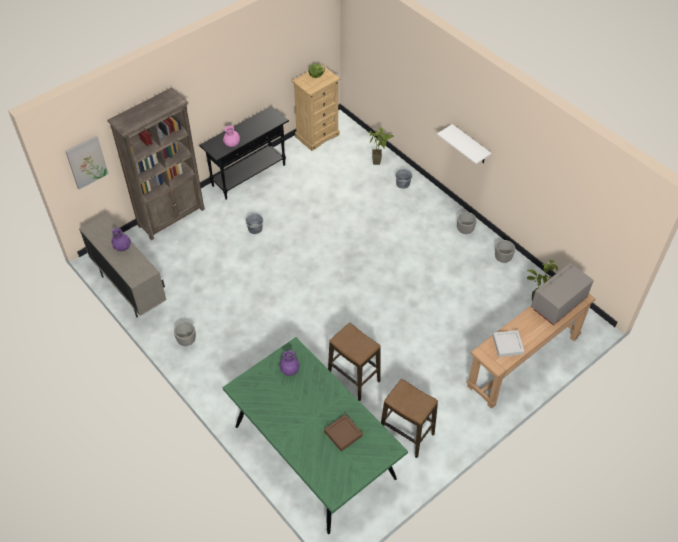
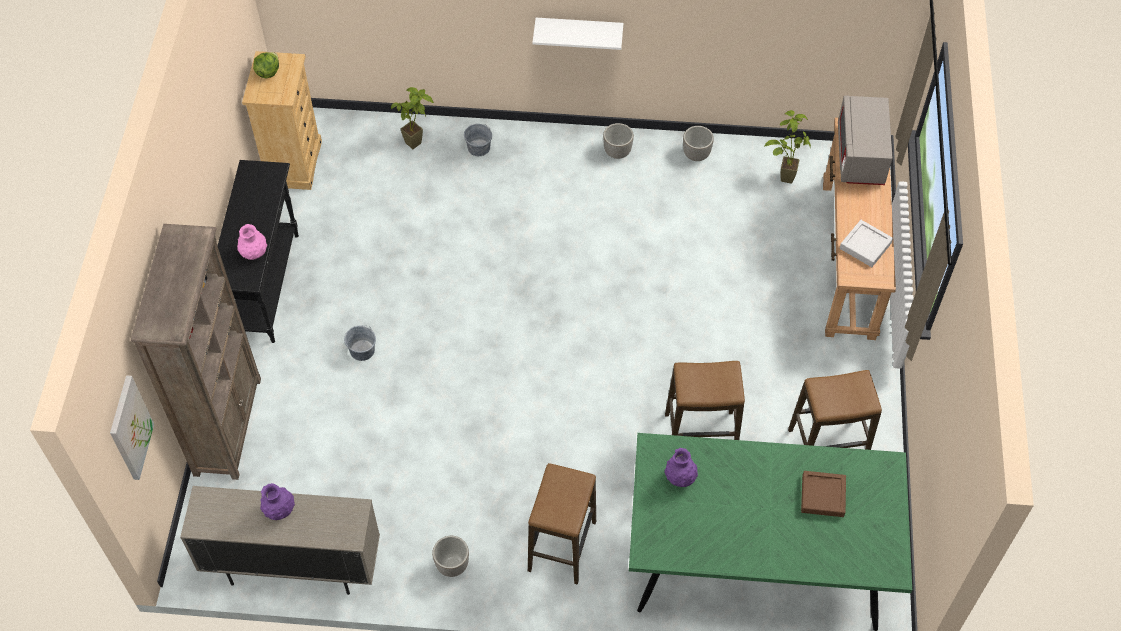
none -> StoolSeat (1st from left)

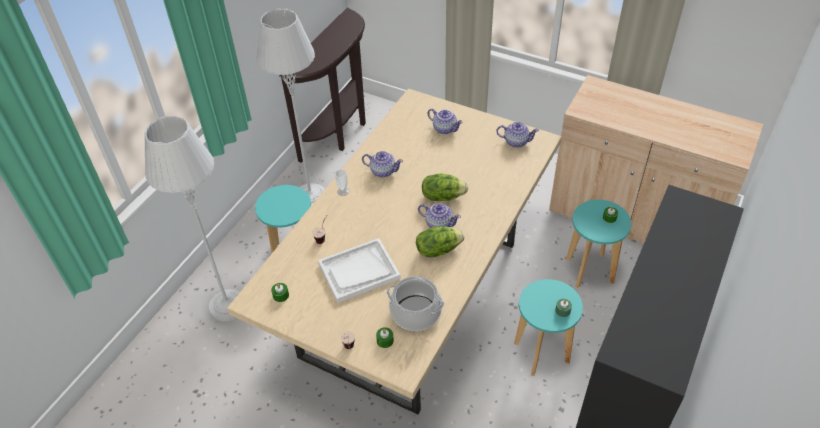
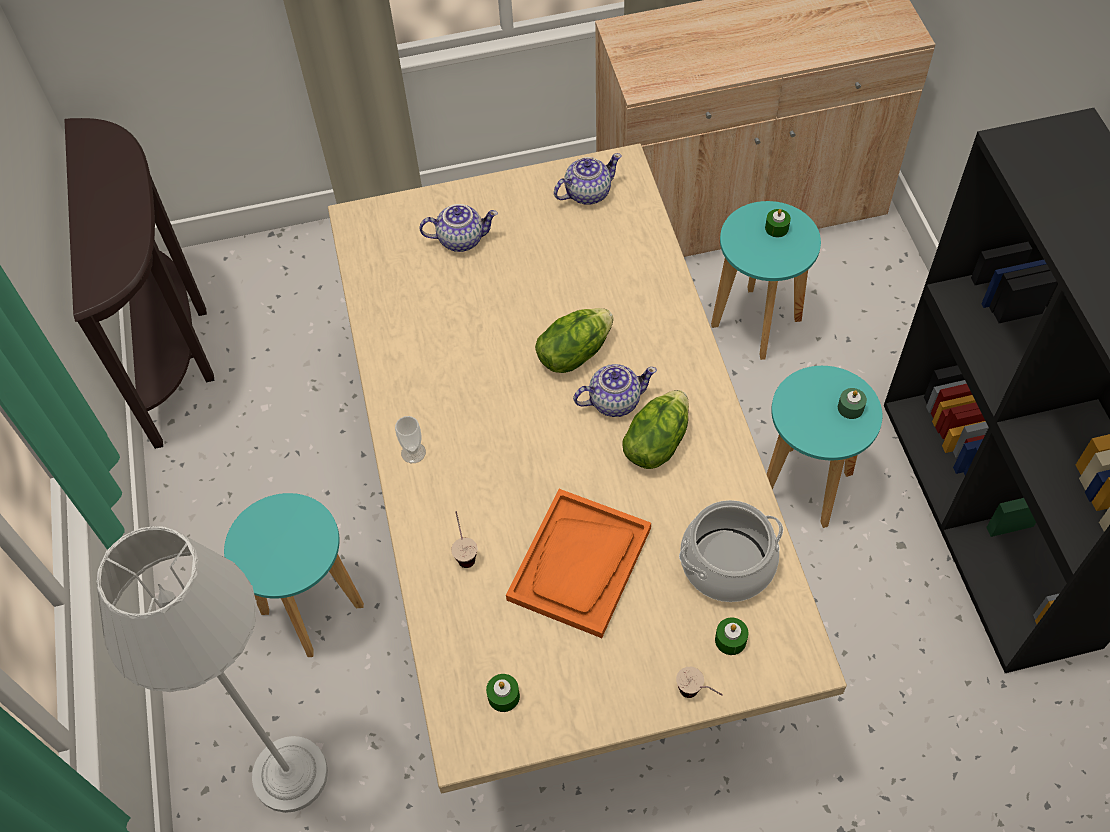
GreyishFloorLamp (2nd from left) -> none
Teapot (1st from left) -> none
WhiteServingTray -> OrangeColouredServingTray

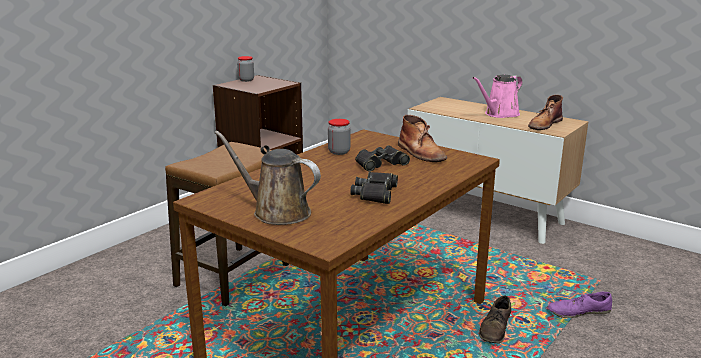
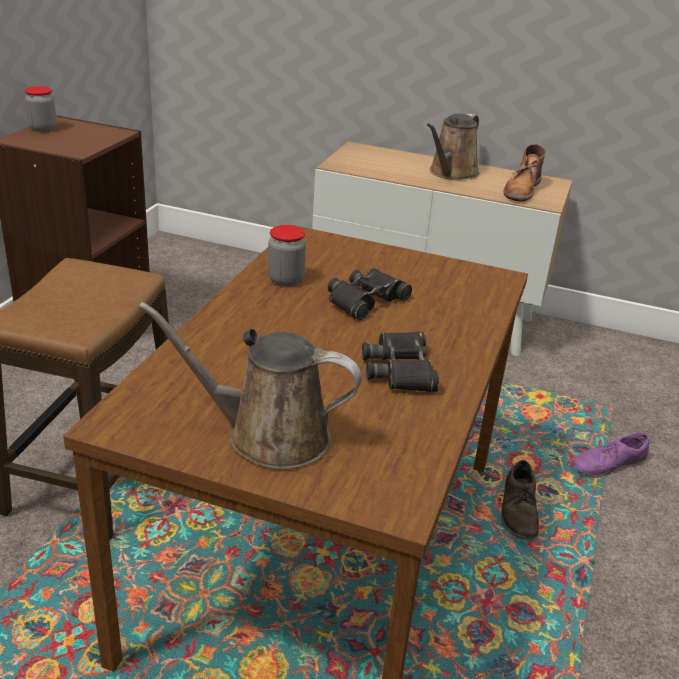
PinkSprinklingCan -> BrownColouredSprinklingCan (2nd from left)
BrownColouredBoot (1st from left) -> none

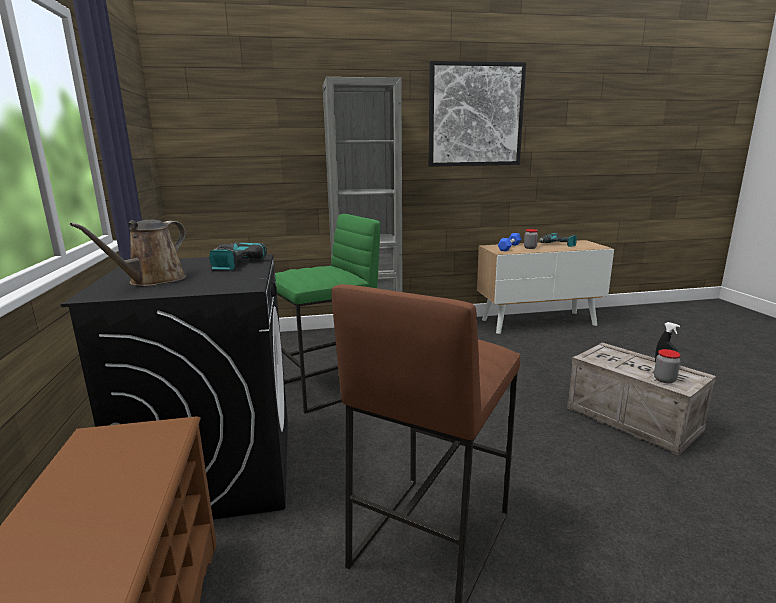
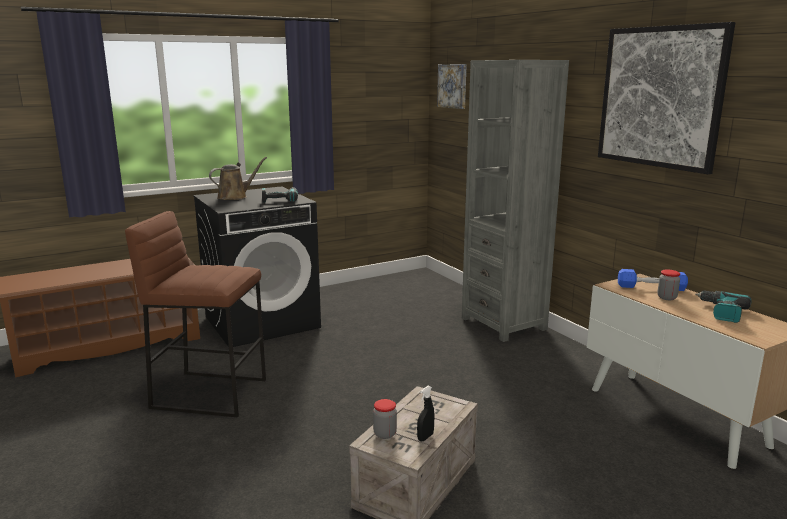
GreenColouredStoolSeat -> none
BrownColouredSprinklingCan, 135 degrees clockwise
none -> WallArt (1st from left)

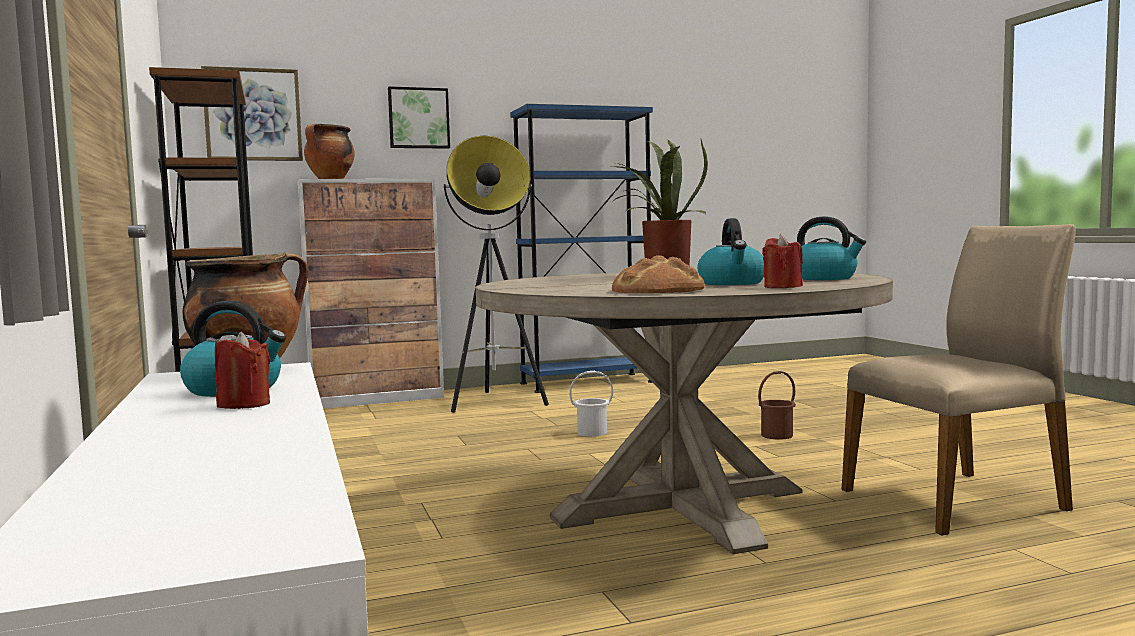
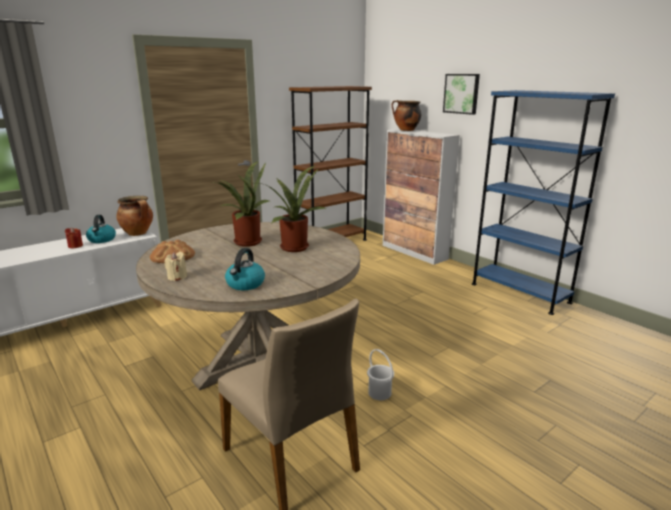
WallArt (1st from left) -> none
FloorLamp -> none
WaterKettle (2nd from left) -> none
ReddishWaxLight (2nd from left) -> SandColouredWaxLight
WhiteBucket, move
BrownColouredBucket -> none
none -> PlantInAPot (1st from left)

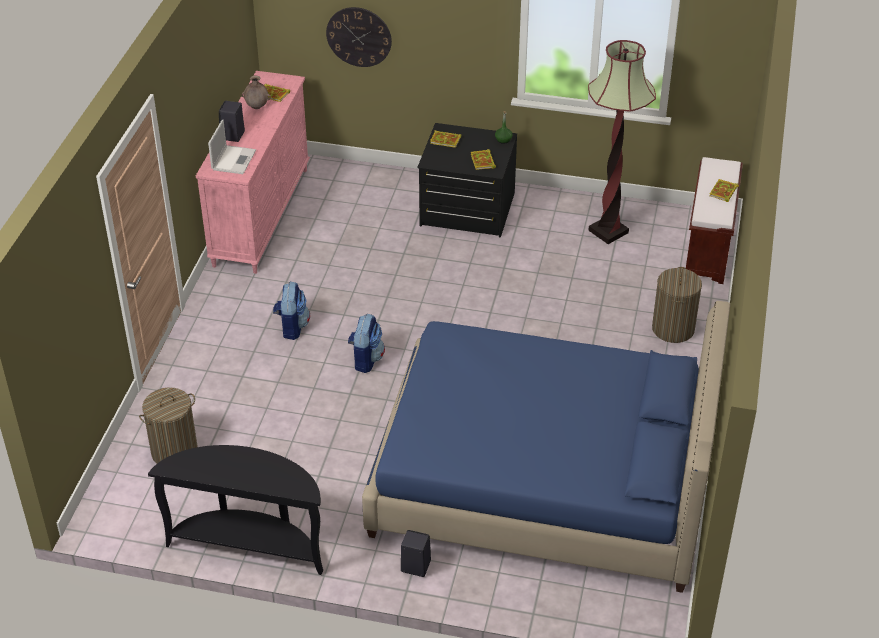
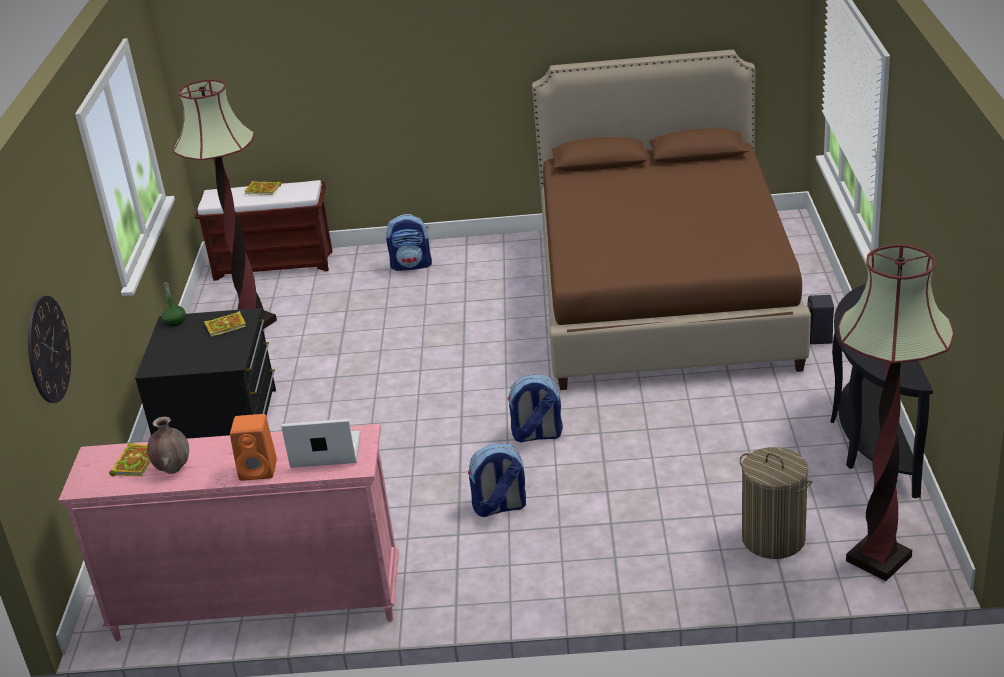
BlackColouredSpeaker (1st from left) -> OrangeColouredSpeaker
Volume (2nd from left) -> none
Hamper (2nd from left) -> Rucksack (1st from left)
BlueColouredBedroomBed -> BrownColouredBedroomBed
none -> FloorLamp (2nd from left)

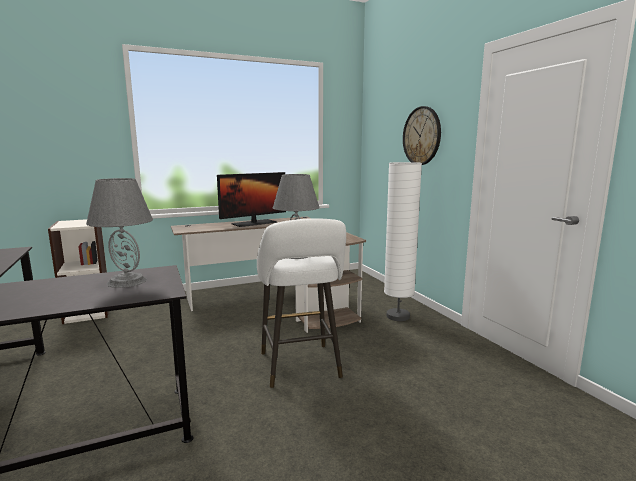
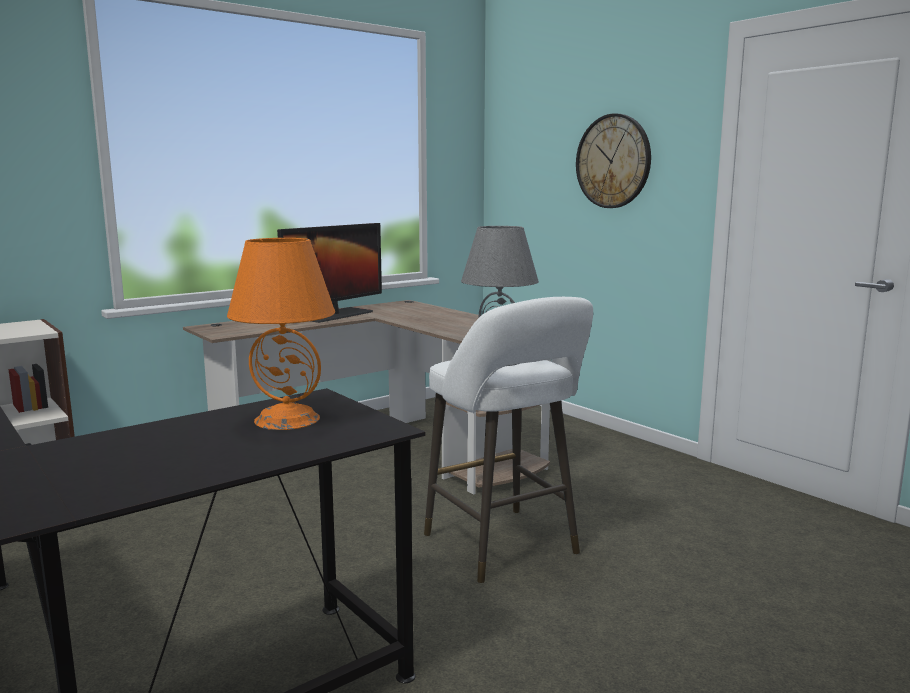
WhiteFloorLamp -> none
GreyishTabletopLamp (1st from left) -> OrangeColouredTabletopLamp

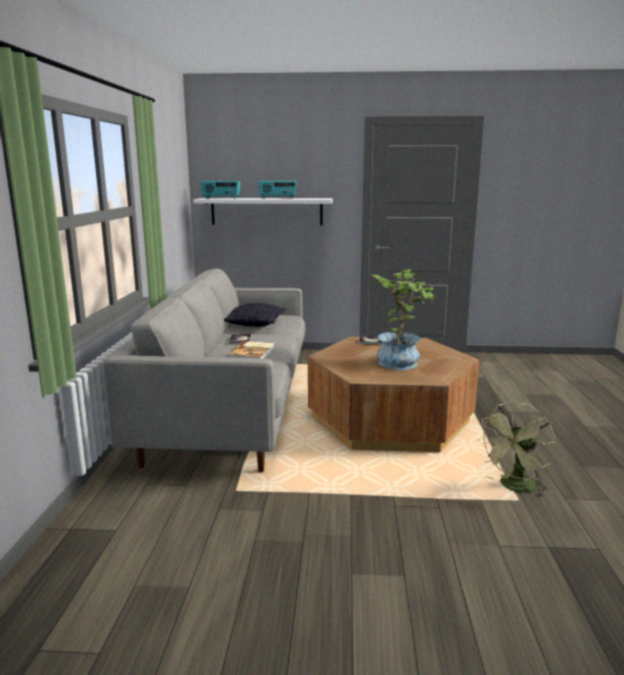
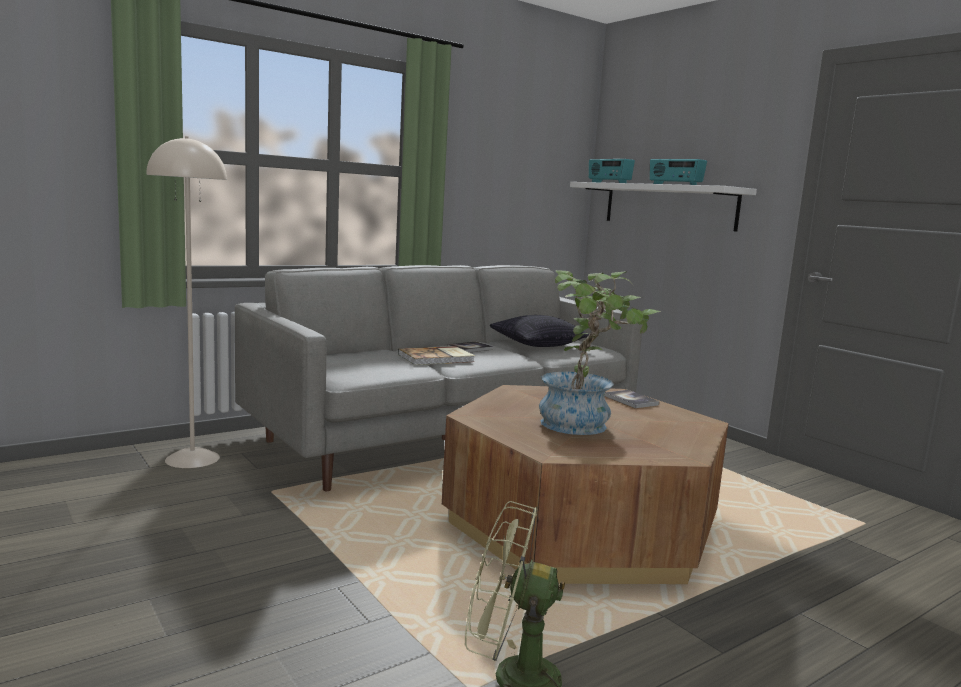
none -> SandColouredFloorLamp

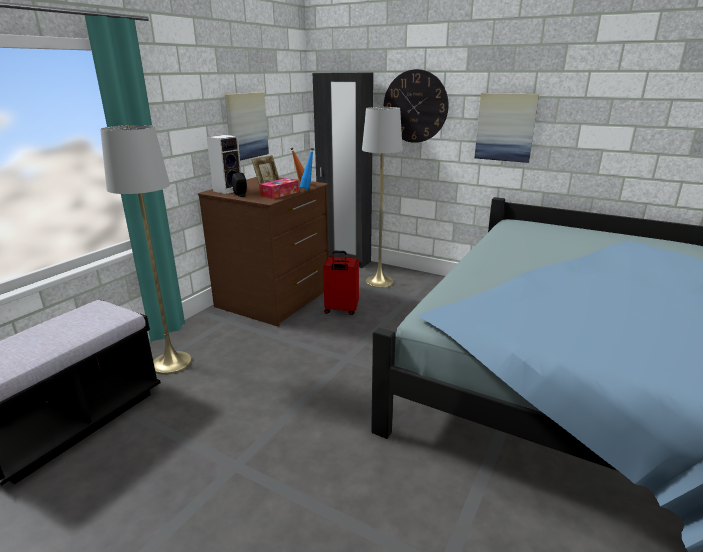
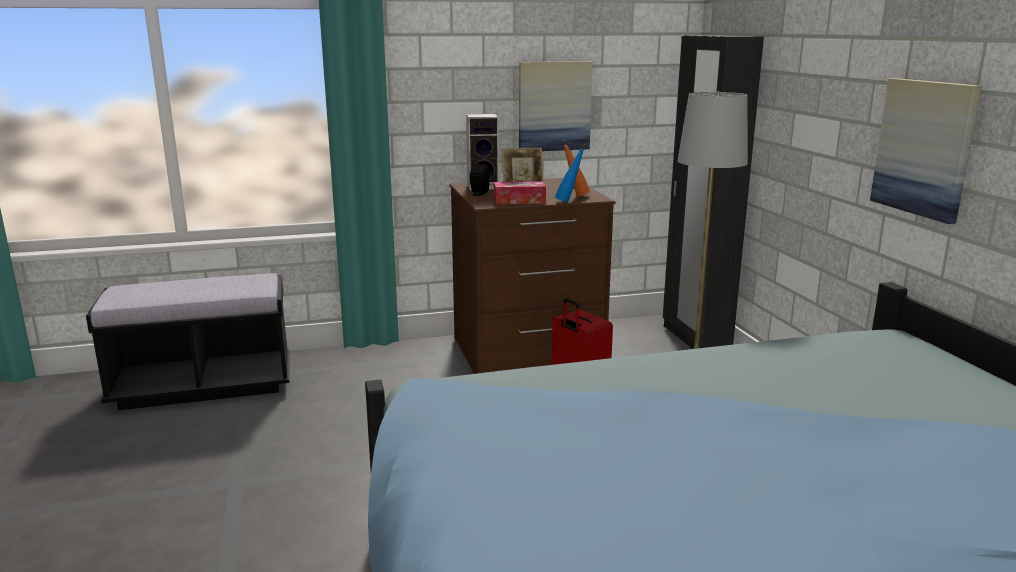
ClockOnTheWall -> none
GreyishFloorLamp (1st from left) -> none

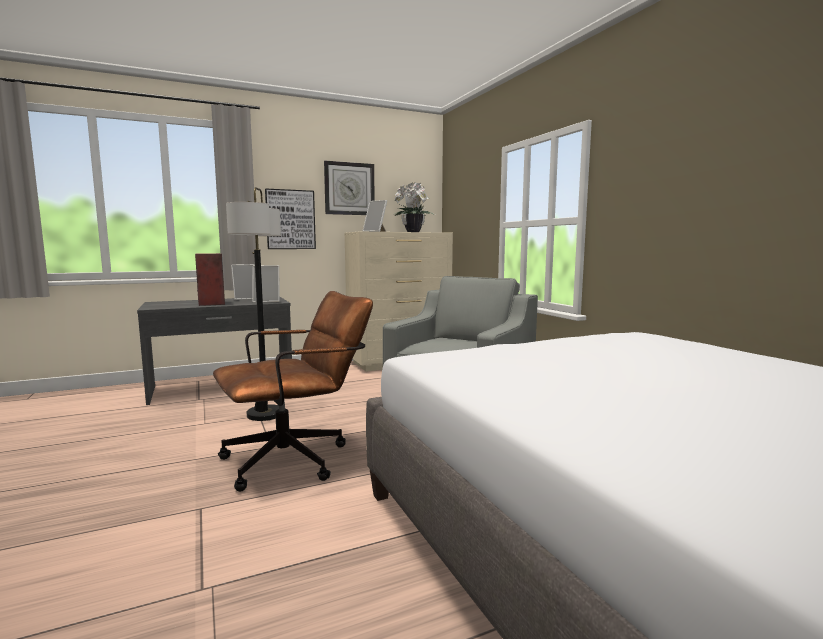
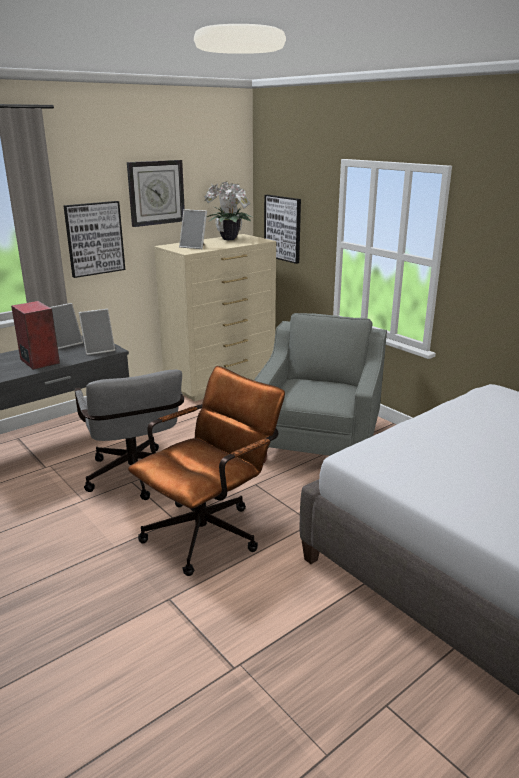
FloorLamp -> GreyishOfficeChair
none -> WallArt (2nd from left)

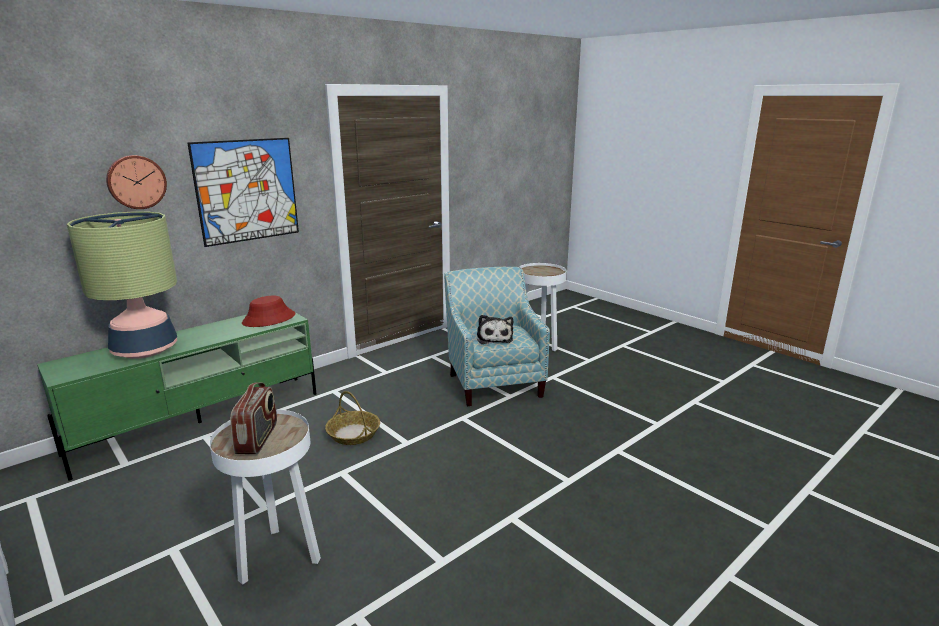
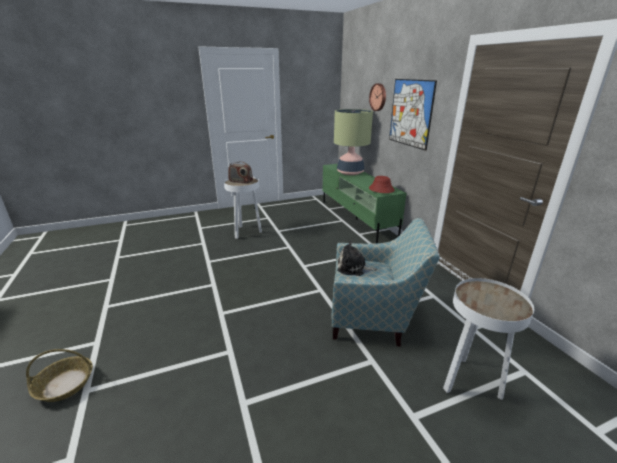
Basket, move

